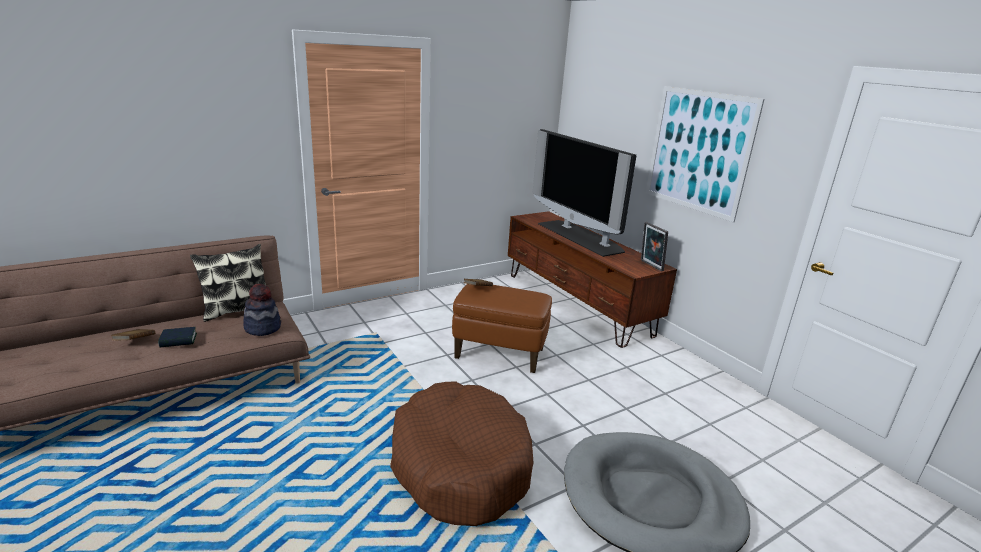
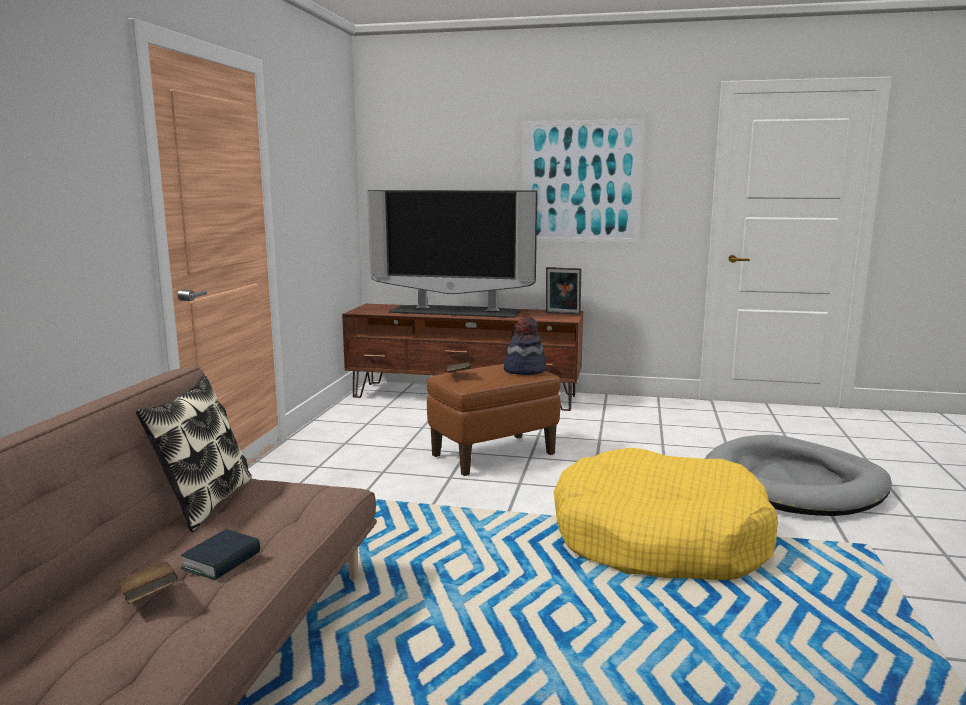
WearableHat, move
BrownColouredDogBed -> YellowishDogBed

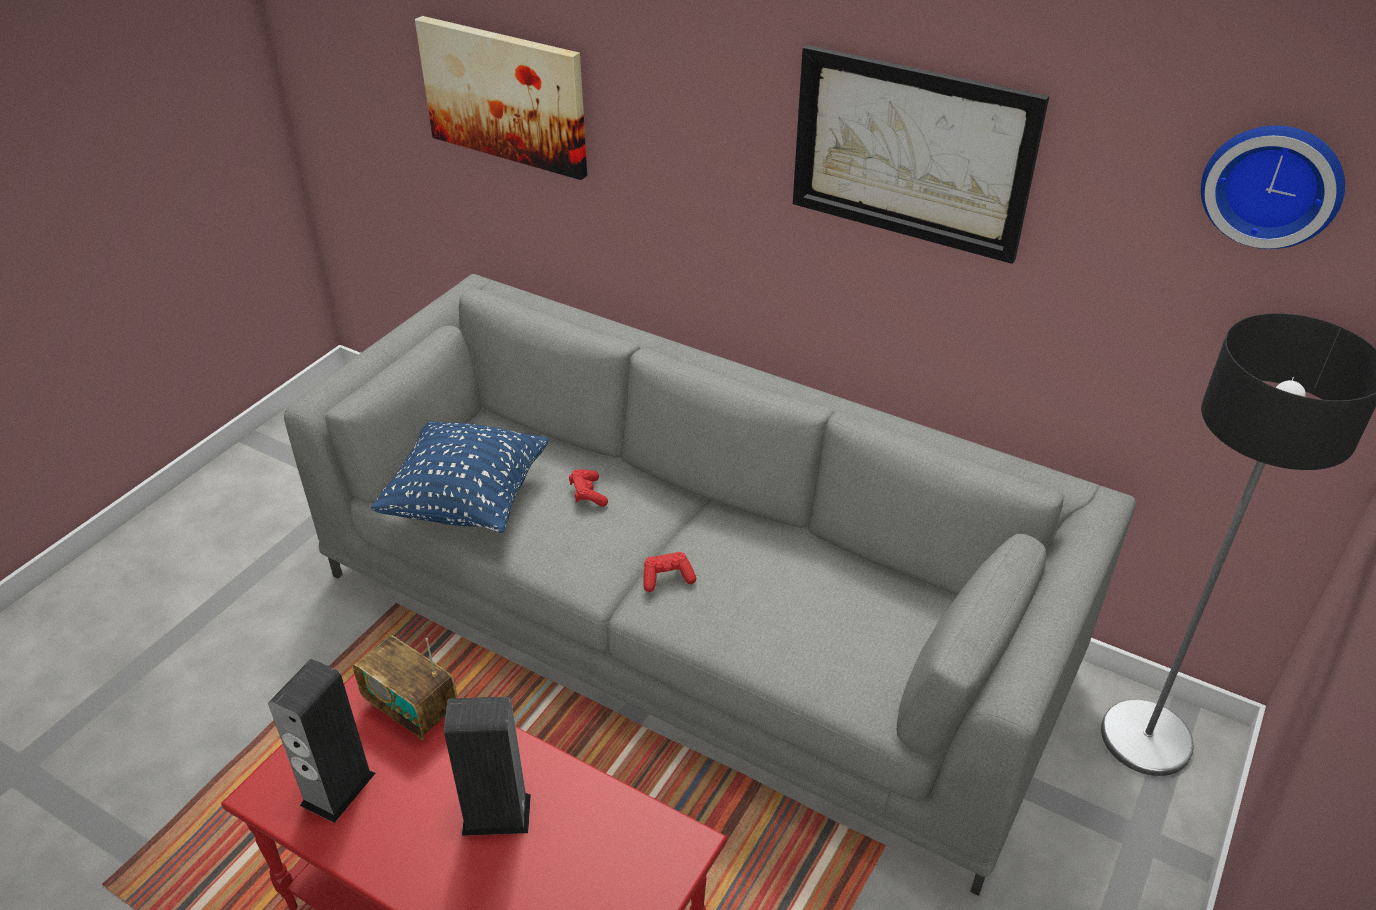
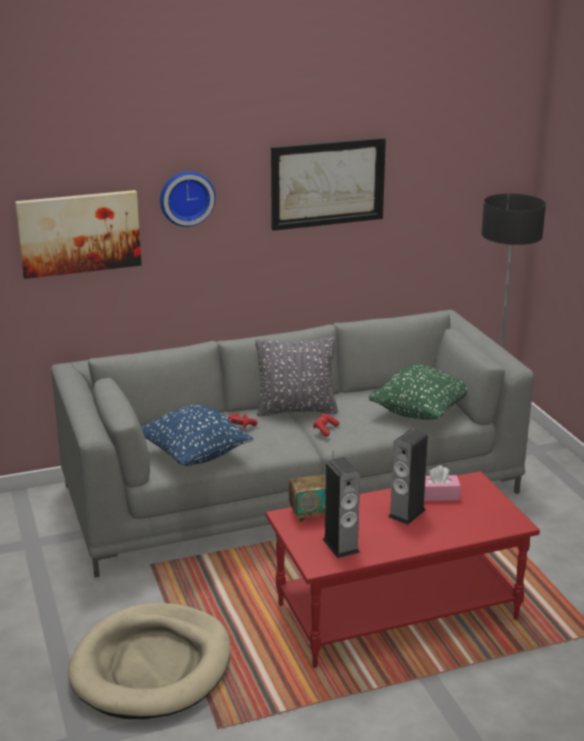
ClockOnTheWall, move
none -> GreyishPillow
none -> GreenColouredPillow
none -> PinkTissueHolder
none -> SandColouredDogBed

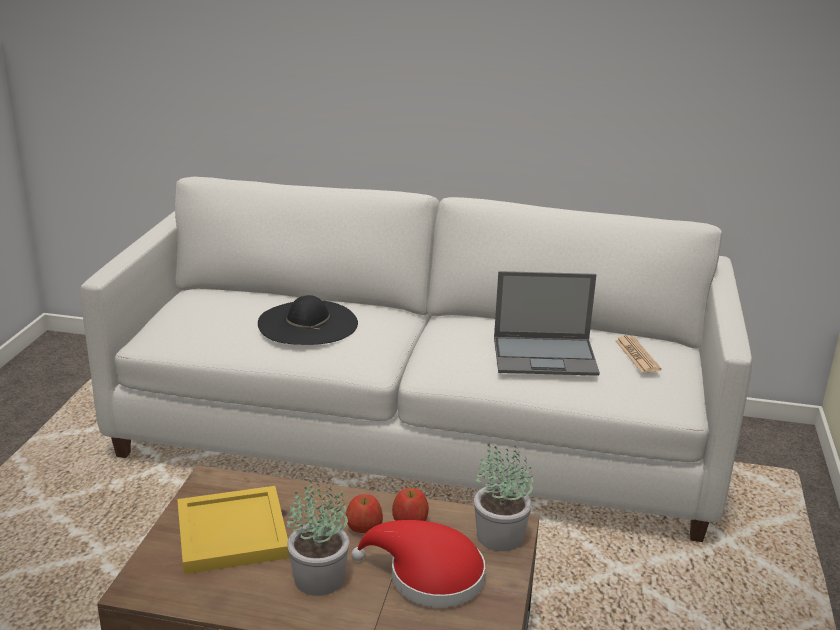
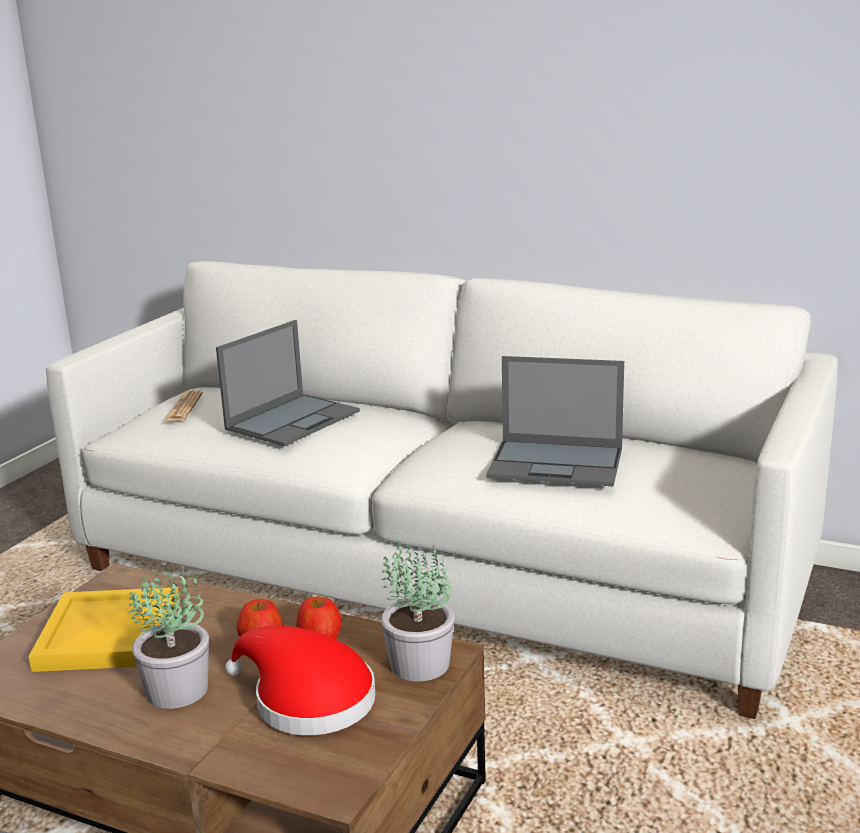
BlackColouredWearableHat -> PortableComputer (1st from left)
Newspaper, move

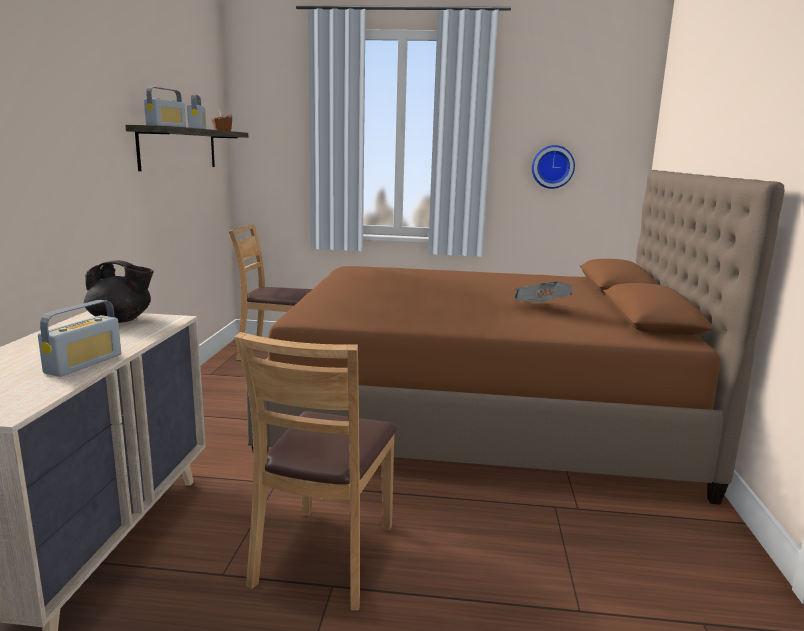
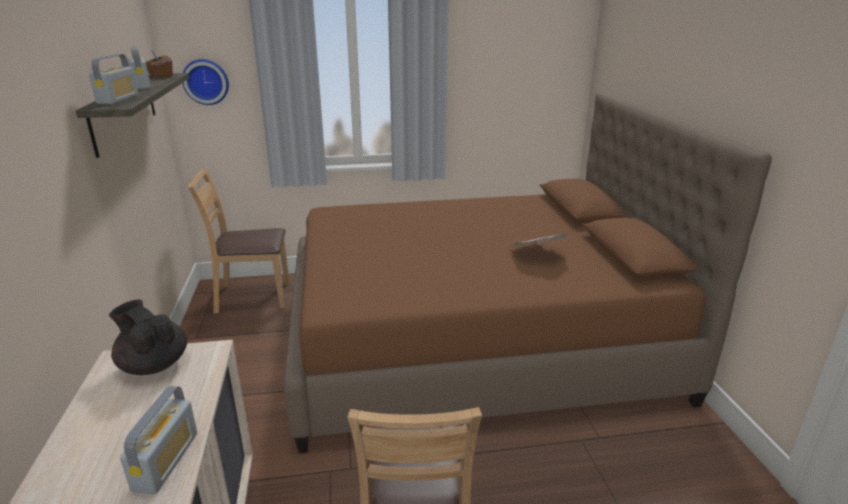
ClockOnTheWall, move
BlackColouredTeapot, 135 degrees counterclockwise

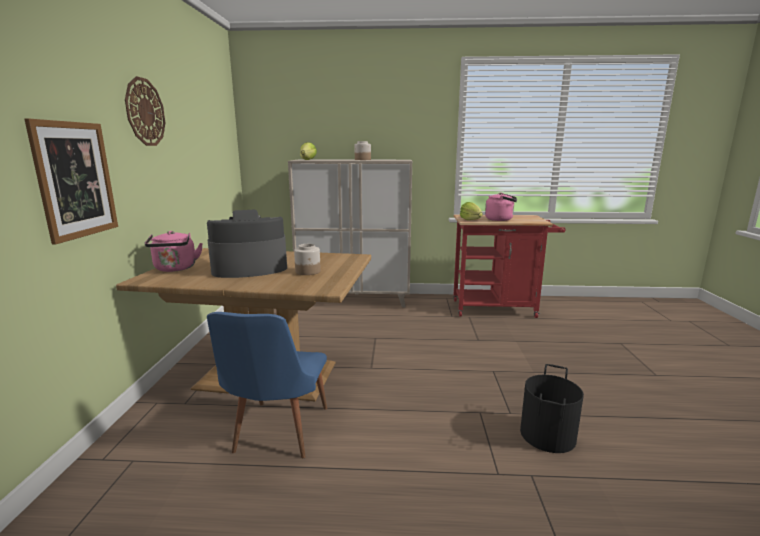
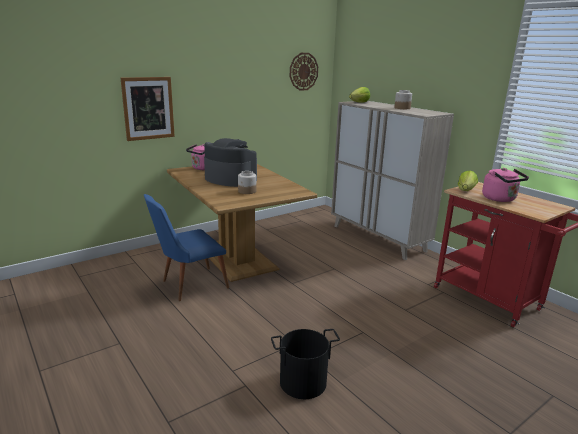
ClockOnTheWall, move

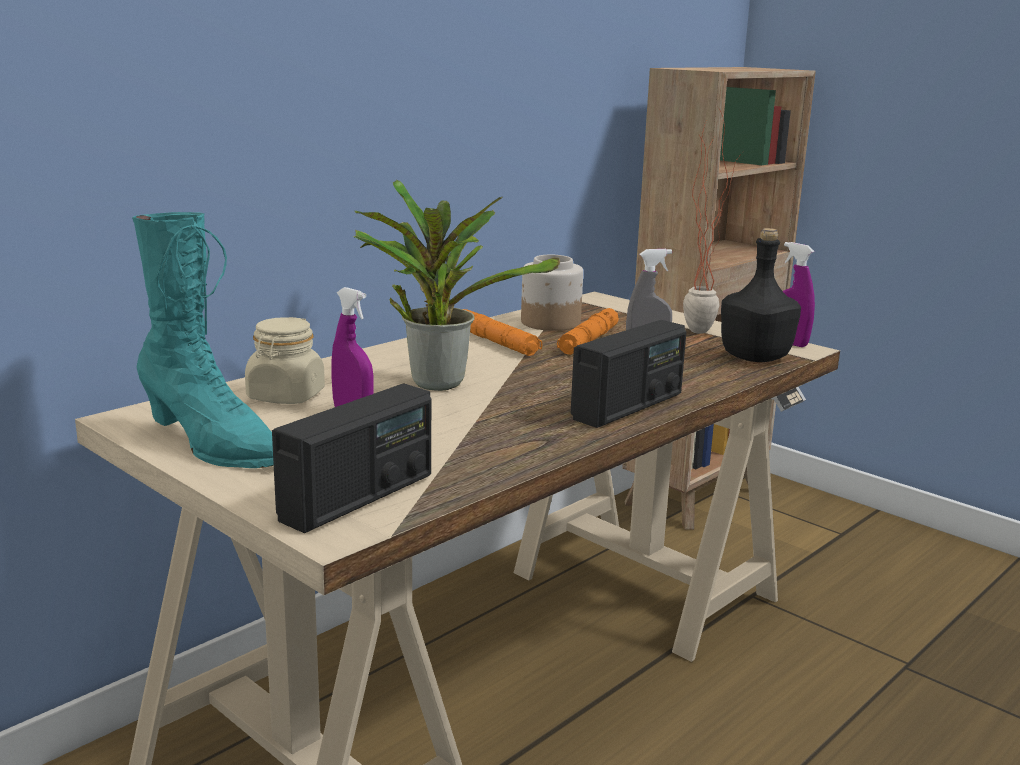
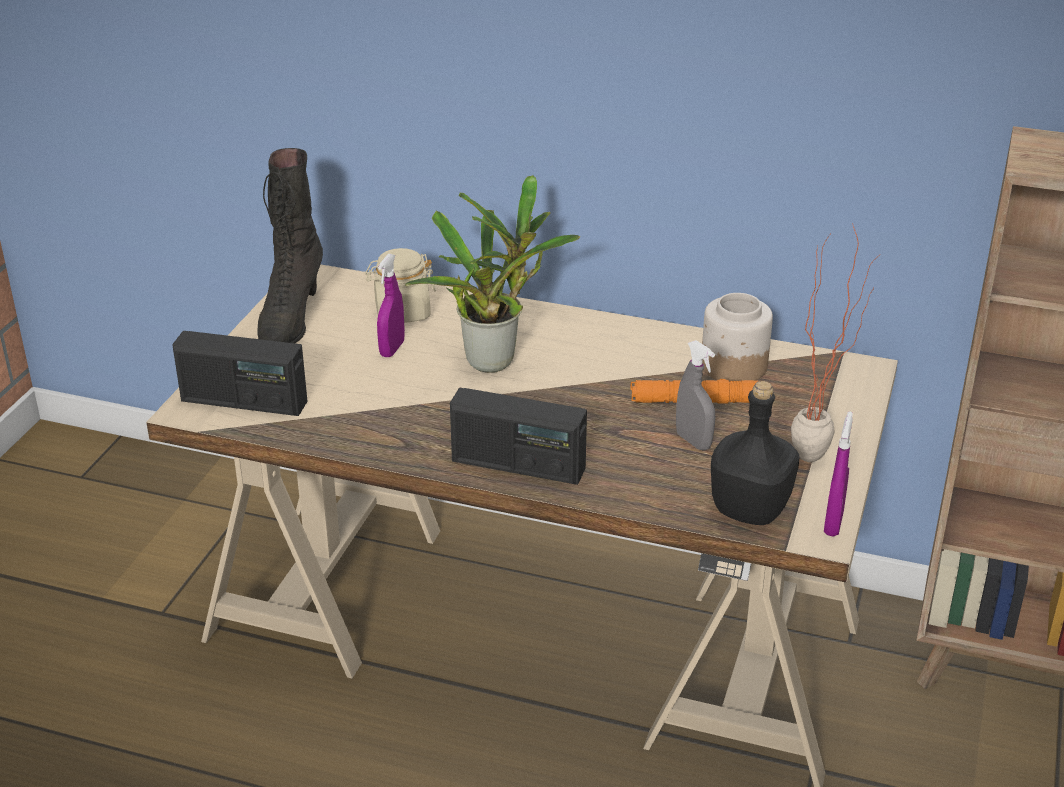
TurquoiseColouredBoot -> BlackColouredBoot
OrangeColouredFlashlight (1st from left) -> none

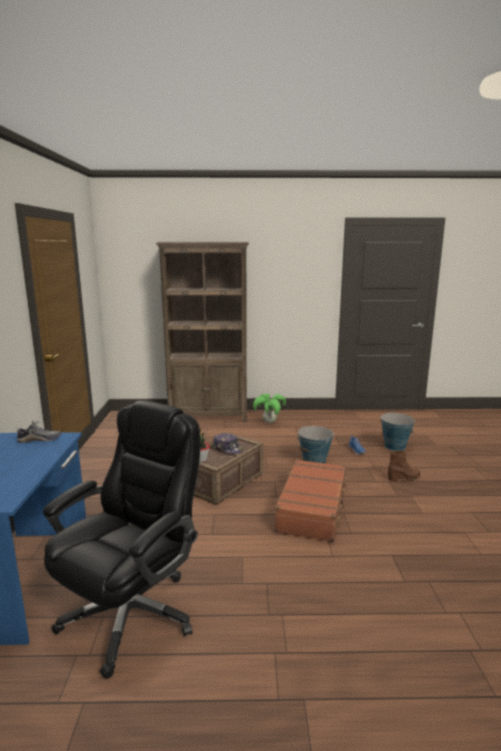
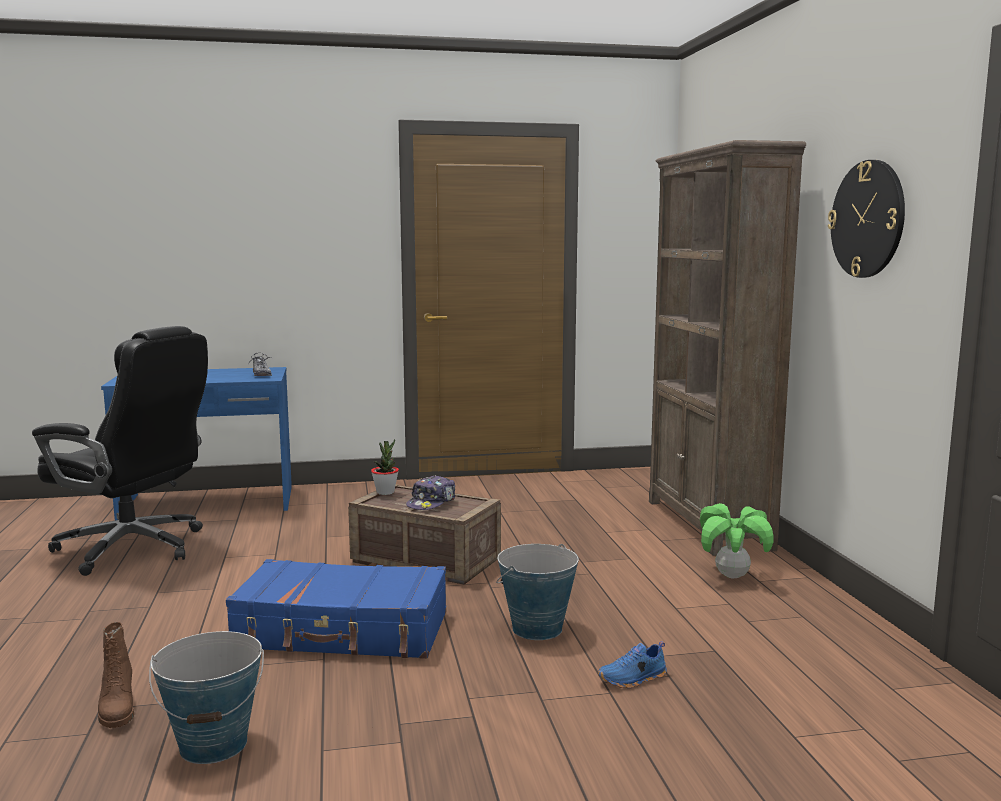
Bucket (2nd from left in the first image) -> Bucket (1st from left), move
BrownColouredBoot, move
BrownColouredSuitcase -> BlueColouredSuitcase
none -> ClockOnTheWall

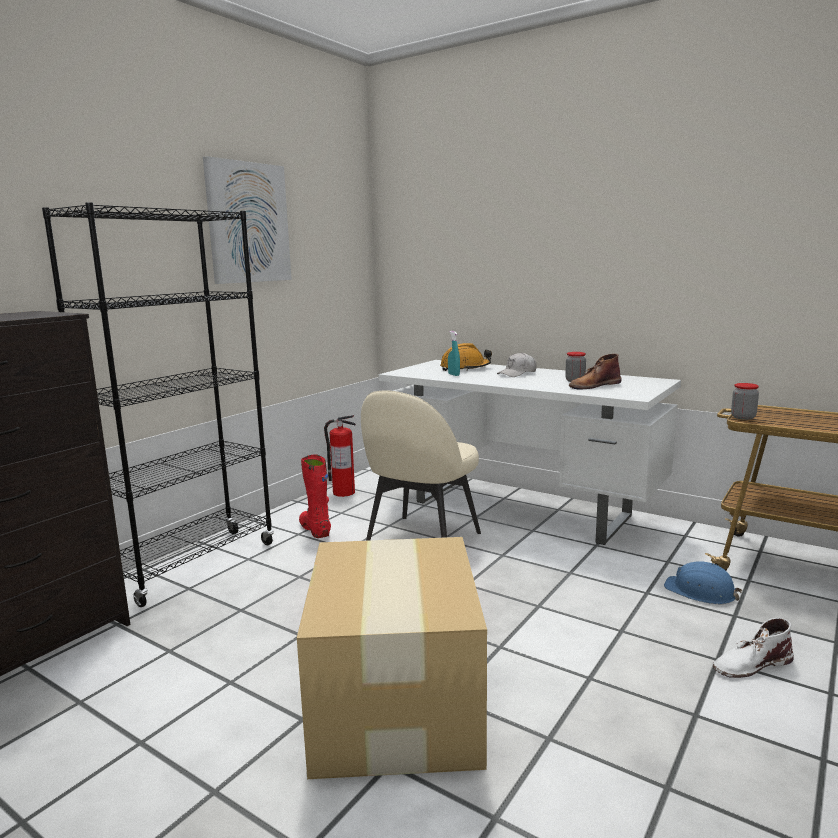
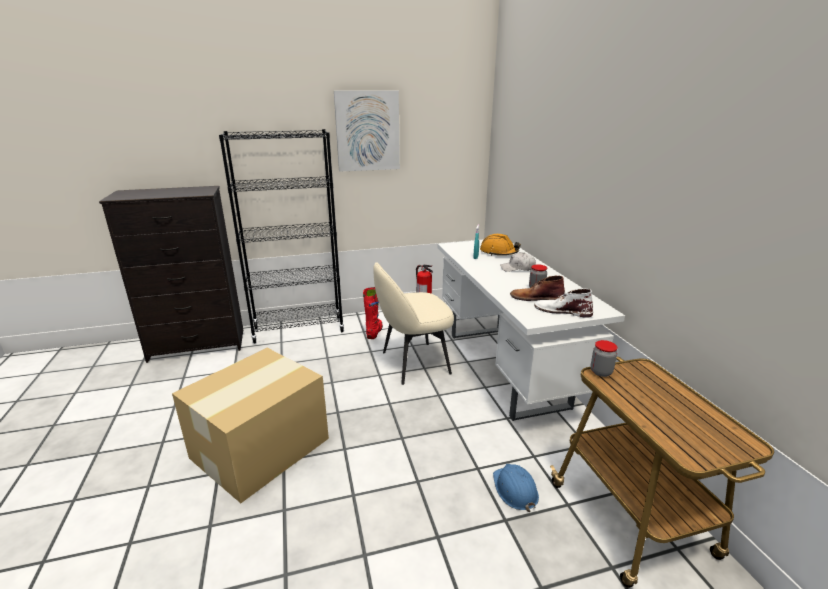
WhiteBoot, move

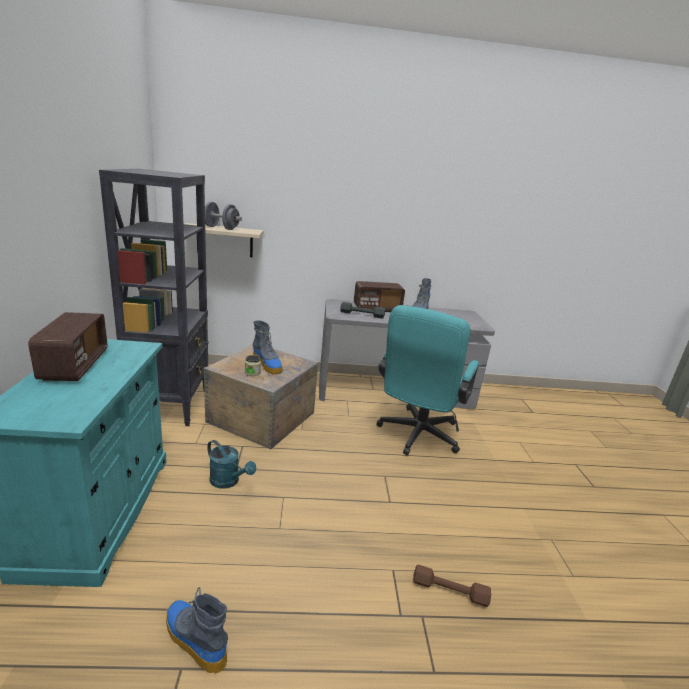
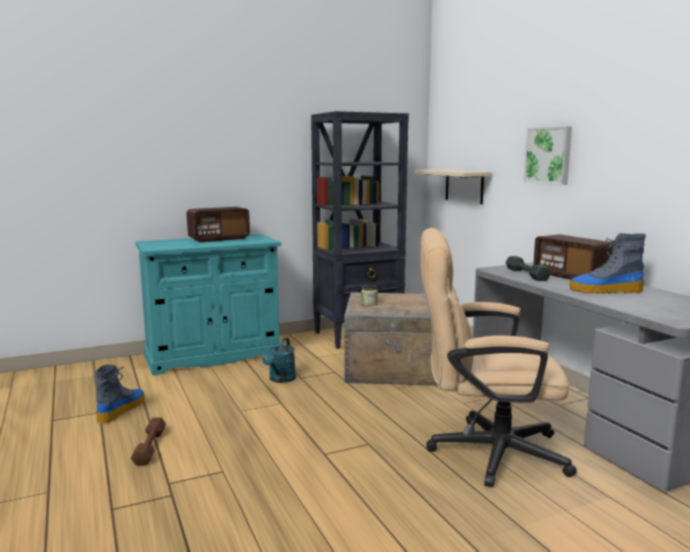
GreyishDumbbell (1st from left) -> none
TurquoiseColouredOfficeChair -> SandColouredOfficeChair
Boot (2nd from left) -> none
BrownColouredDumbbell, move
none -> WallArt

